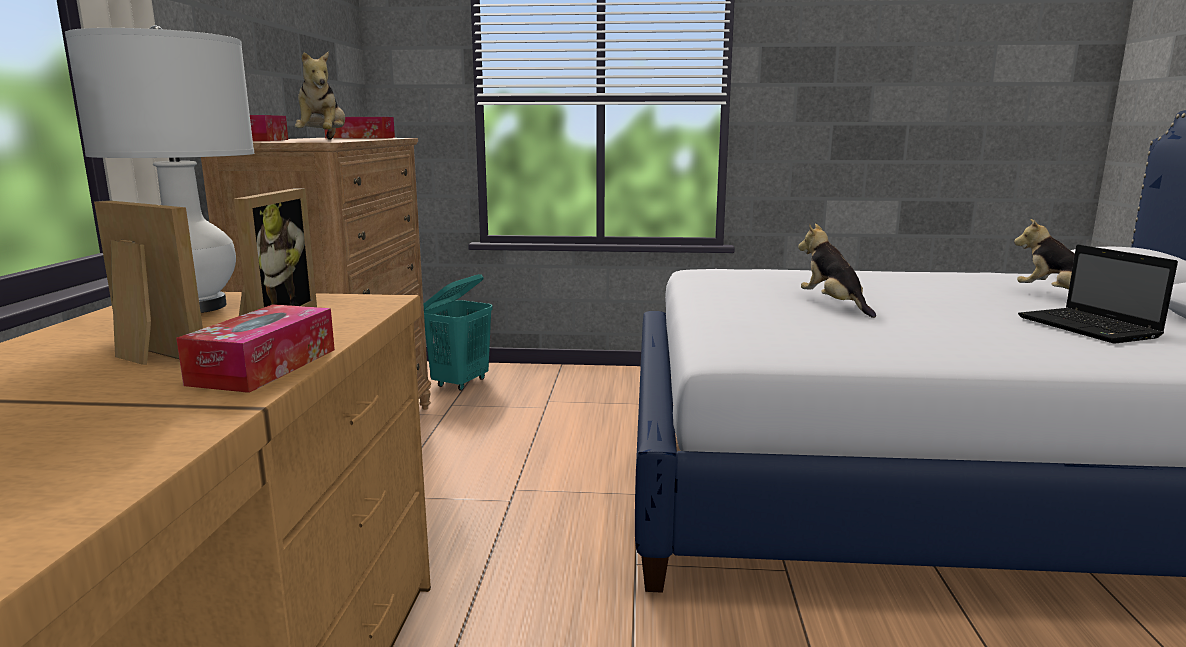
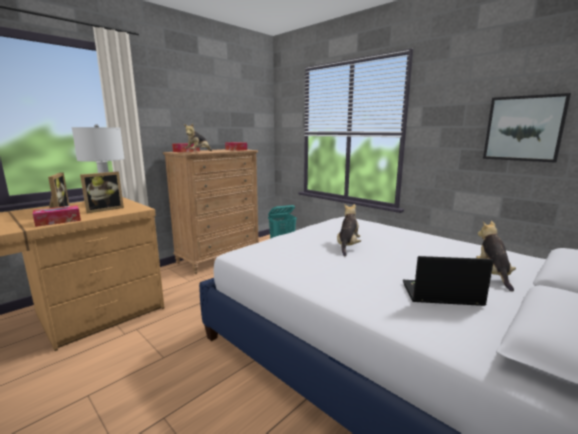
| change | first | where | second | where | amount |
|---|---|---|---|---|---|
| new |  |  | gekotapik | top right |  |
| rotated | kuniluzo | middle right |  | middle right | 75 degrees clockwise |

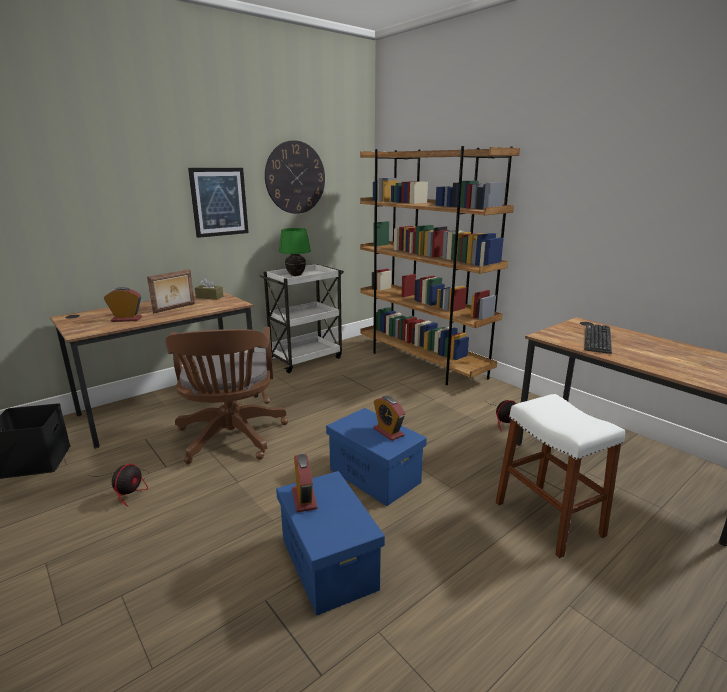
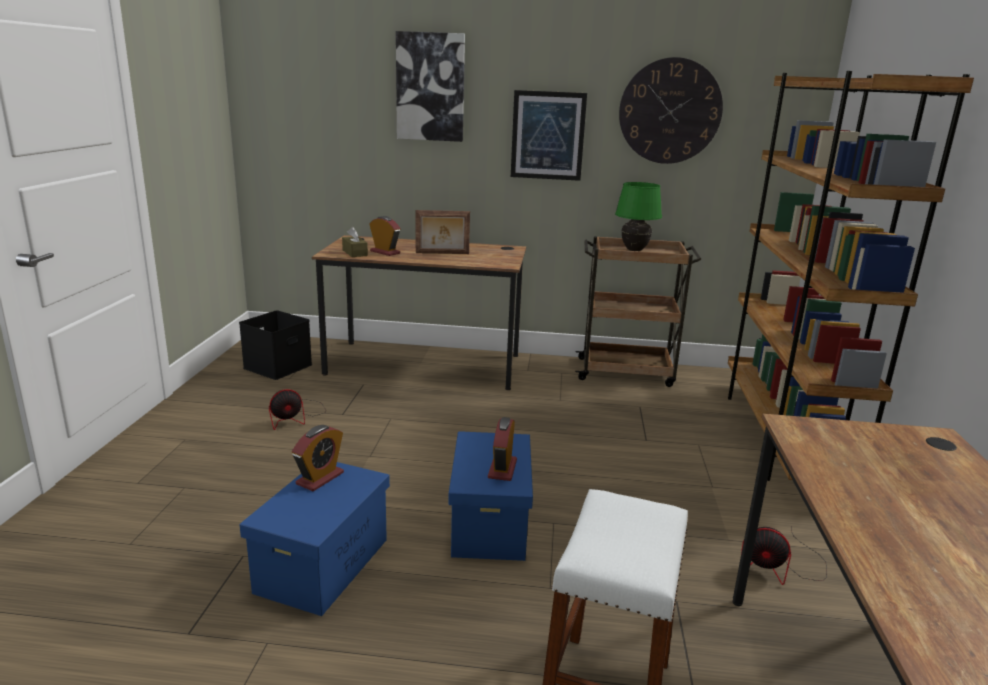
| change | first | where | second | where | amount |
|---|---|---|---|---|---|
| gone | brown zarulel | middle left |  |  |  |
| gone | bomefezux | middle right |  |  |  |
| new |  |  | gekotapik (no. 1 from left) | top centre |  |
| shifted | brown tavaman | middle left |  | centre |  |
| repainted | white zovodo | centre | brown zovodo | centre |  |

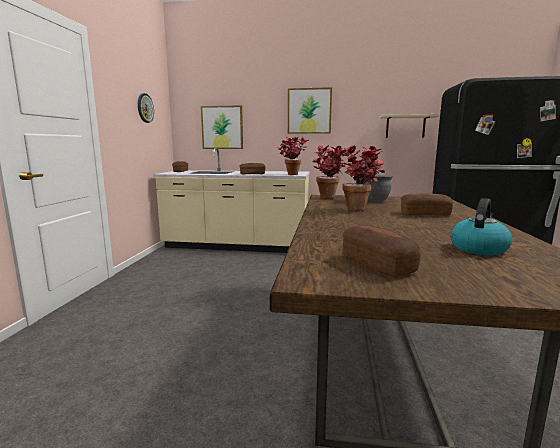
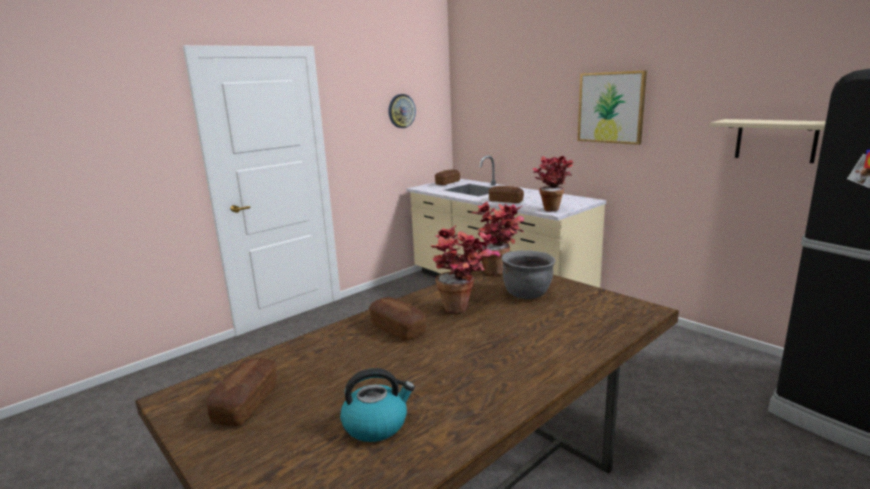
| change | first | where | second | where | amount |
|---|---|---|---|---|---|
| gone | gekotapik (no. 1 from left) | top centre |  |  |  |
| shifted | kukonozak (no. 4 from left in the first image) | middle right | kukonozak (no. 2 from left) | centre |  |

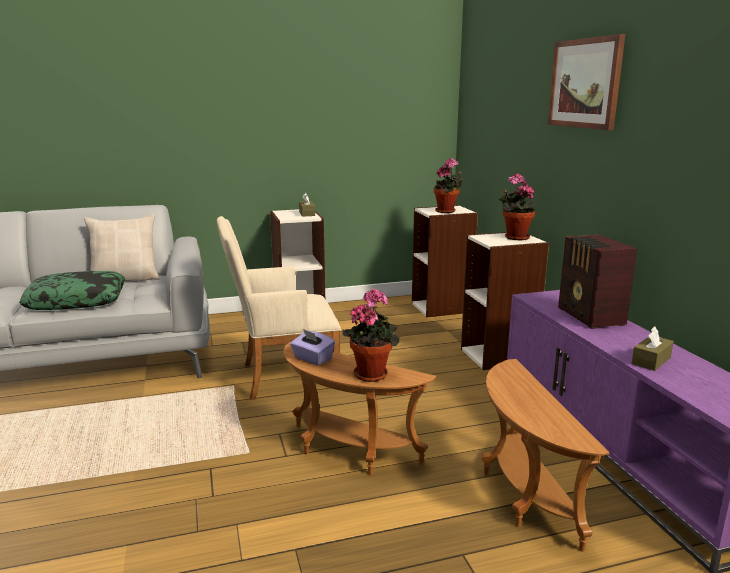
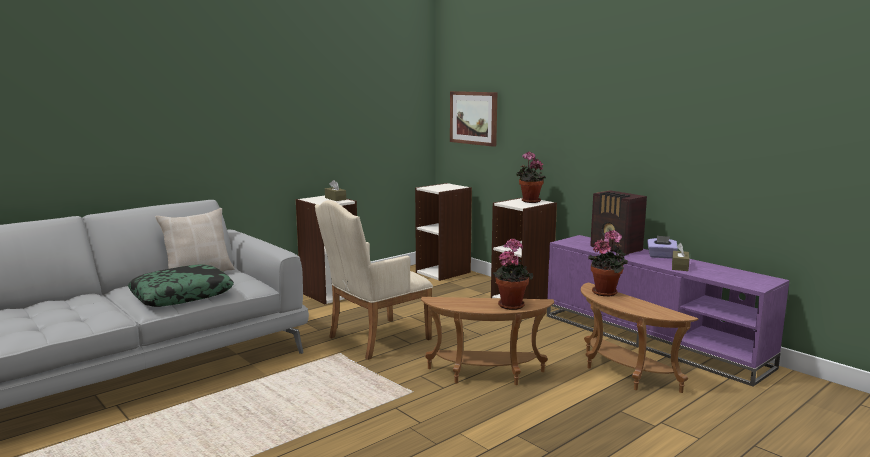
| change | first | where | second | where | amount |
|---|---|---|---|---|---|
| shifted | purple tavaman | centre |  | middle right |  |
| shifted | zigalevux (no. 2 from left in the first image) | top centre | zigalevux (no. 3 from left) | middle right |  |
| shifted | gekotapik | top right |  | top centre |  |

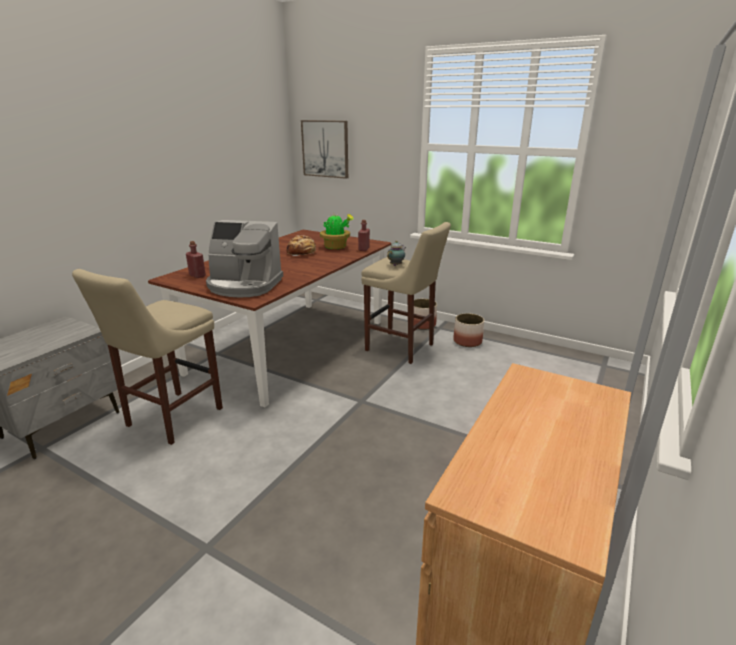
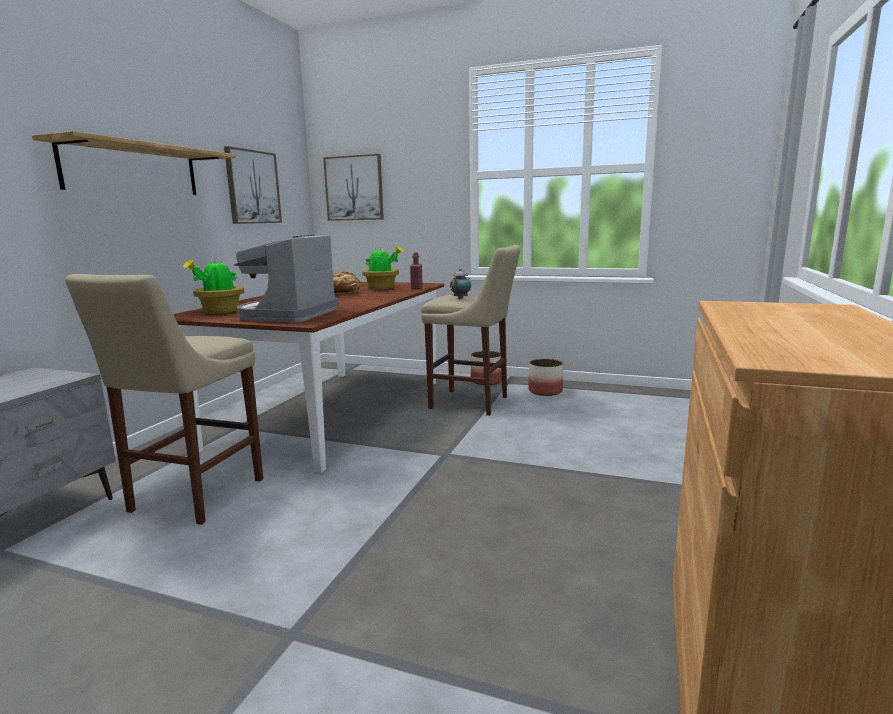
| change | first | where | second | where | amount |
|---|---|---|---|---|---|
| new |  |  | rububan | top left |  |
| new |  |  | gekotapik (no. 1 from left) | top left |  |
| swapped | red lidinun (no. 1 from left) | middle left | zigalevux (no. 1 from left) | middle left |  |
| rotated | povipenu | middle left |  | middle left | 105 degrees clockwise |

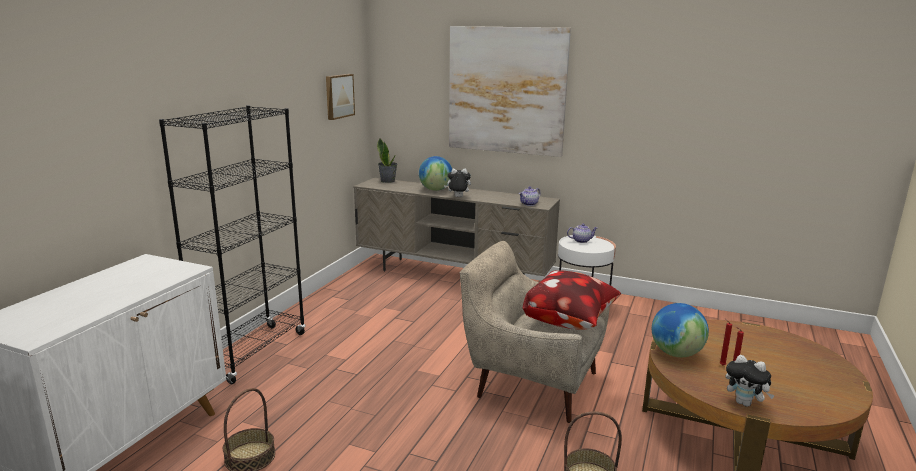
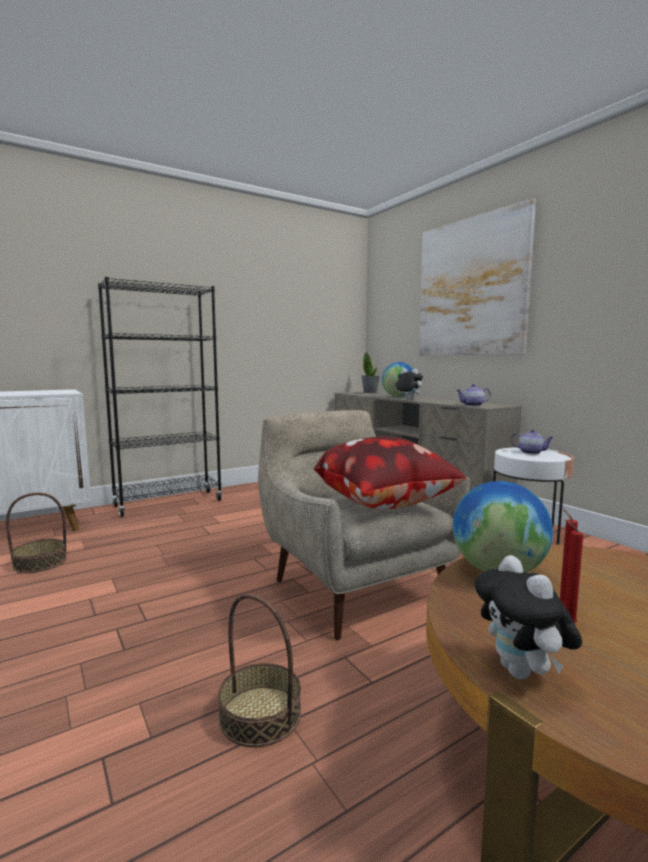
| change | first | where | second | where | amount |
|---|---|---|---|---|---|
| gone | gekotapik (no. 1 from left) | top centre |  |  |  |

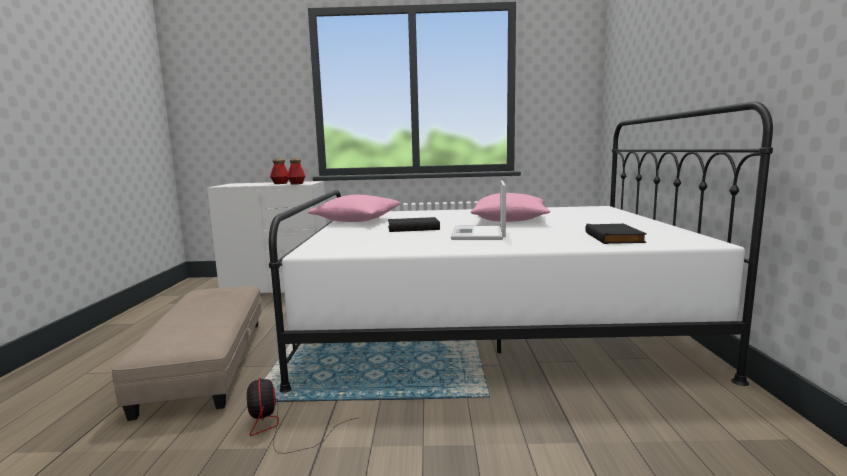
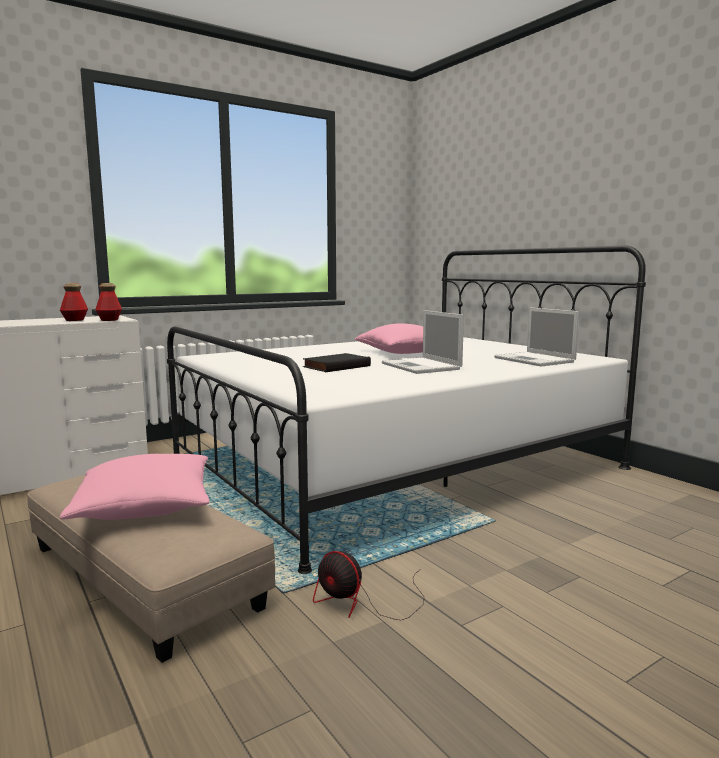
| change | first | where | second | where | amount |
|---|---|---|---|---|---|
| shifted | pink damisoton (no. 1 from left) | centre |  | middle left |  |
| swapped | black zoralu (no. 2 from left) | middle right | kuniluzo (no. 2 from left) | middle right |  |

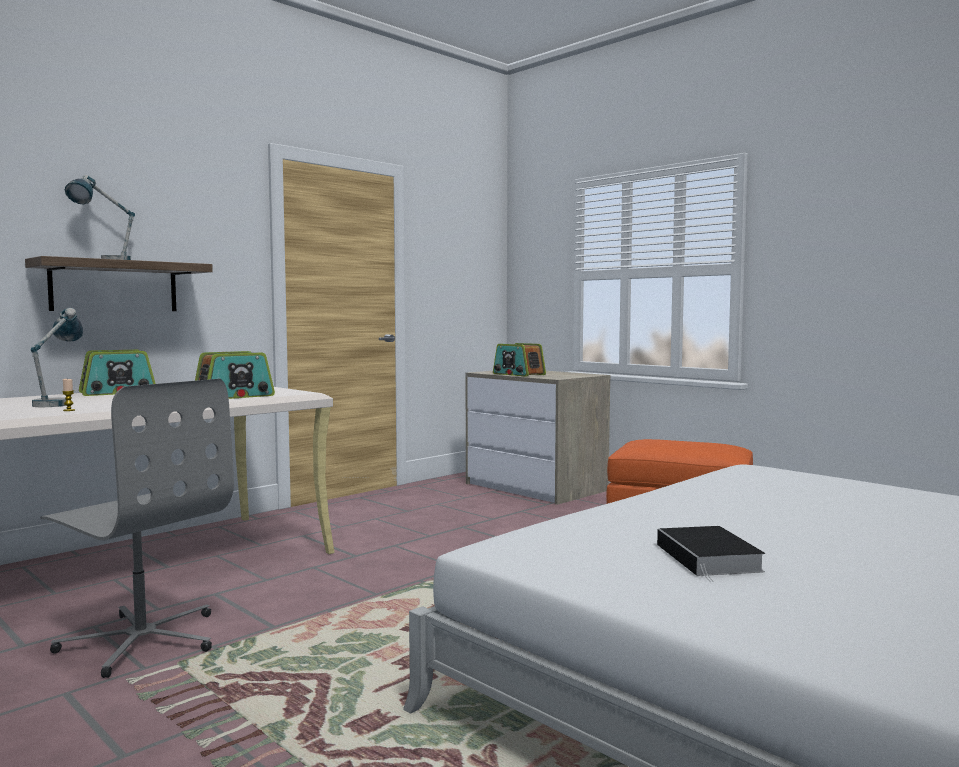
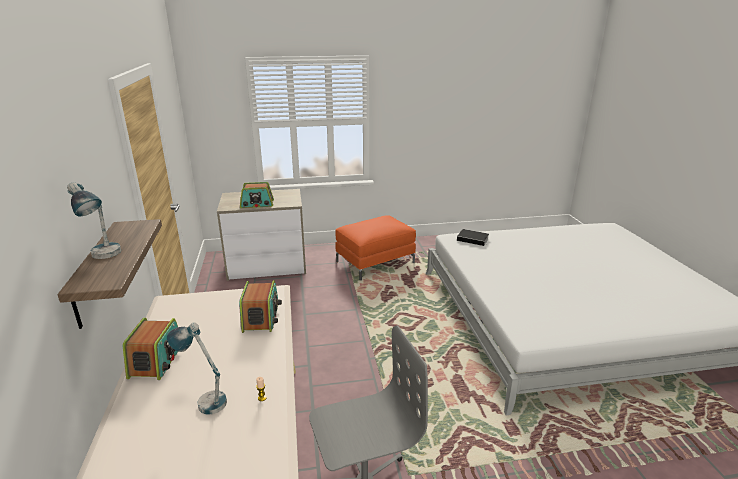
| change | first | where | second | where | amount |
|---|---|---|---|---|---|
| shifted | zoralu | bottom right |  | centre |  |

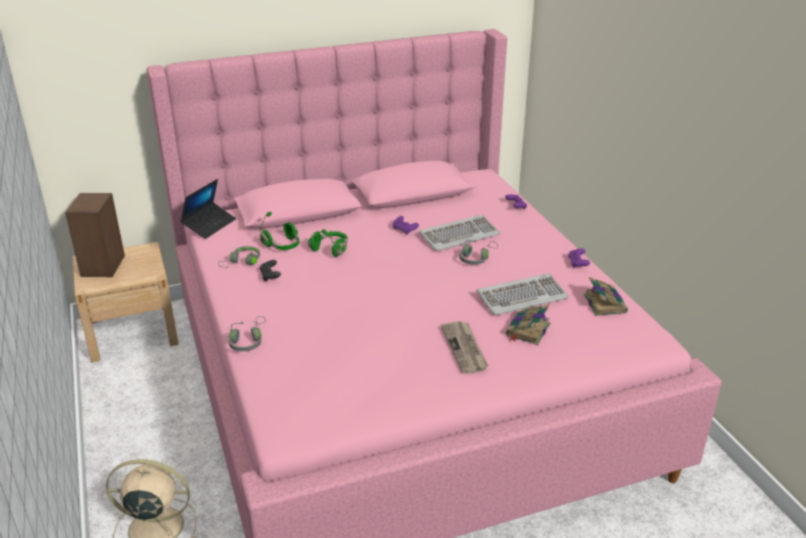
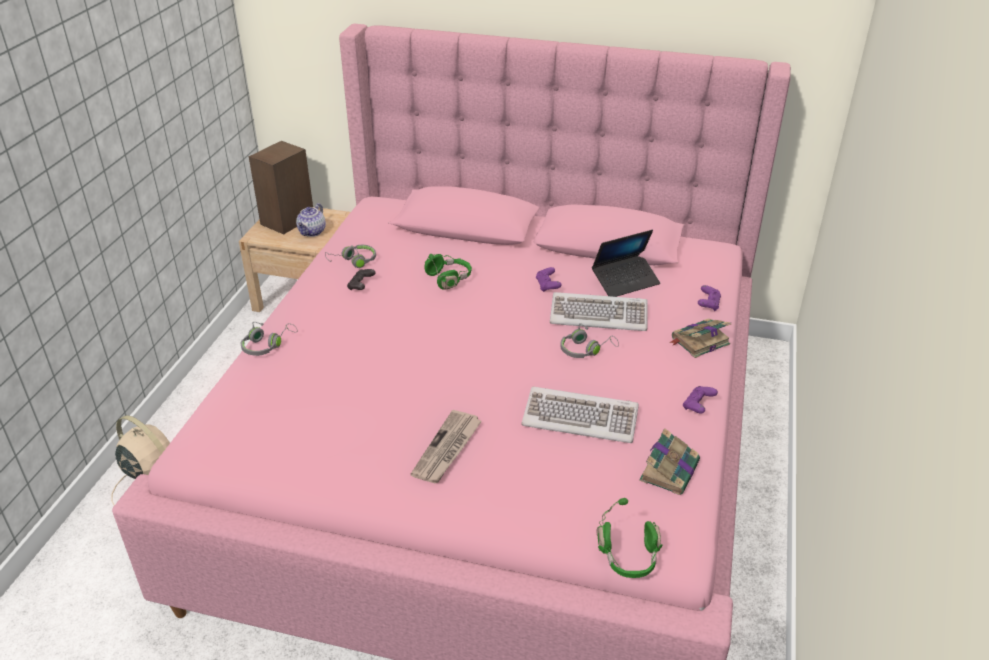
| change | first | where | second | where | amount |
|---|---|---|---|---|---|
| new |  |  | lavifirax | middle left |  |
| shifted | kuniluzo | middle left |  | centre |  |
| shifted | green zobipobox (no. 1 from left in the first image) | centre | green zobipobox (no. 2 from left) | bottom centre |  |
| shifted | zoralu (no. 1 from left in the first image) | centre | zoralu (no. 2 from left) | middle right |  |

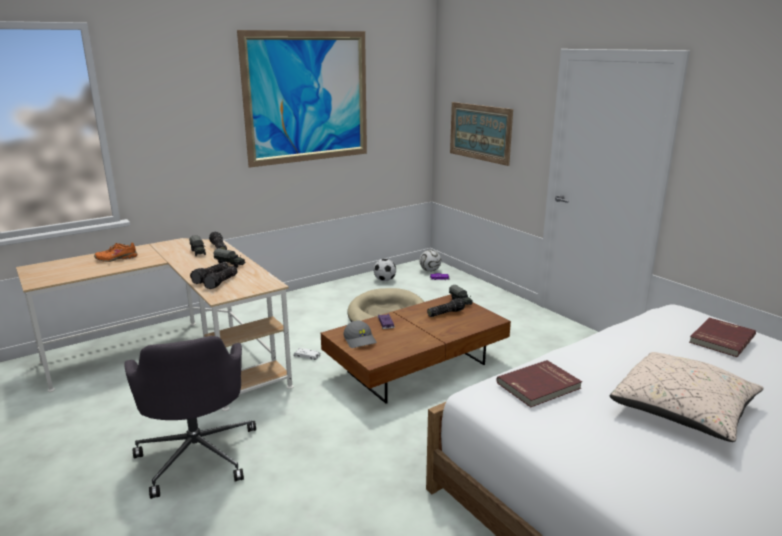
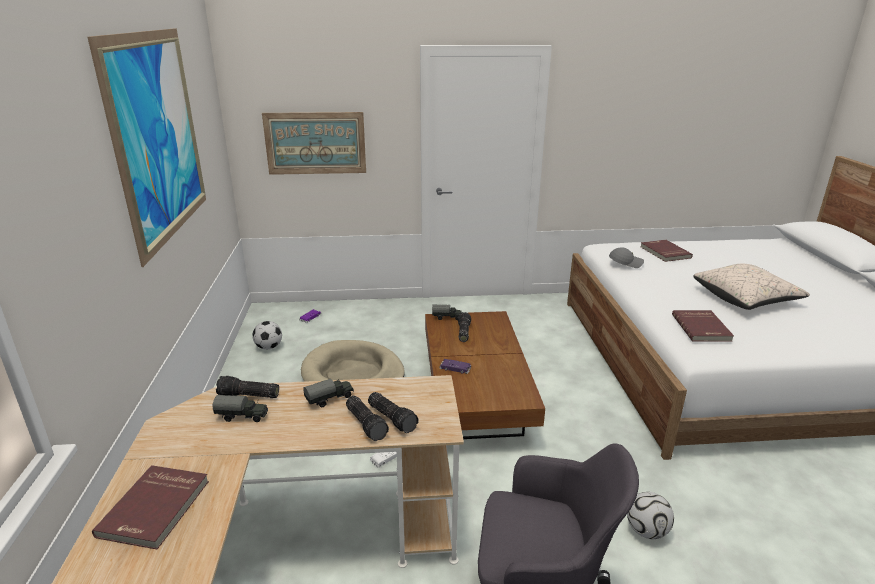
| change | first | where | second | where | amount |
|---|---|---|---|---|---|
| shifted | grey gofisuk | centre |  | middle right |  |
| shifted | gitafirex (no. 2 from left) | centre |  | bottom right |  |
| swapped | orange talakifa | middle left | red zoralu (no. 1 from left) | bottom left |  |

